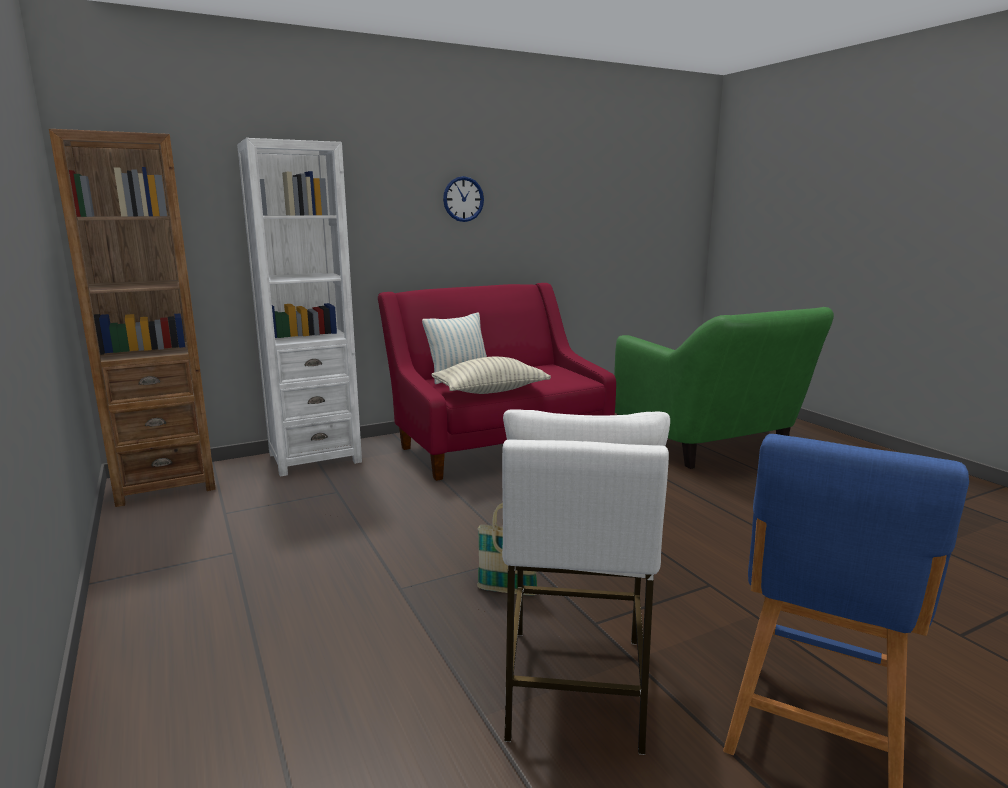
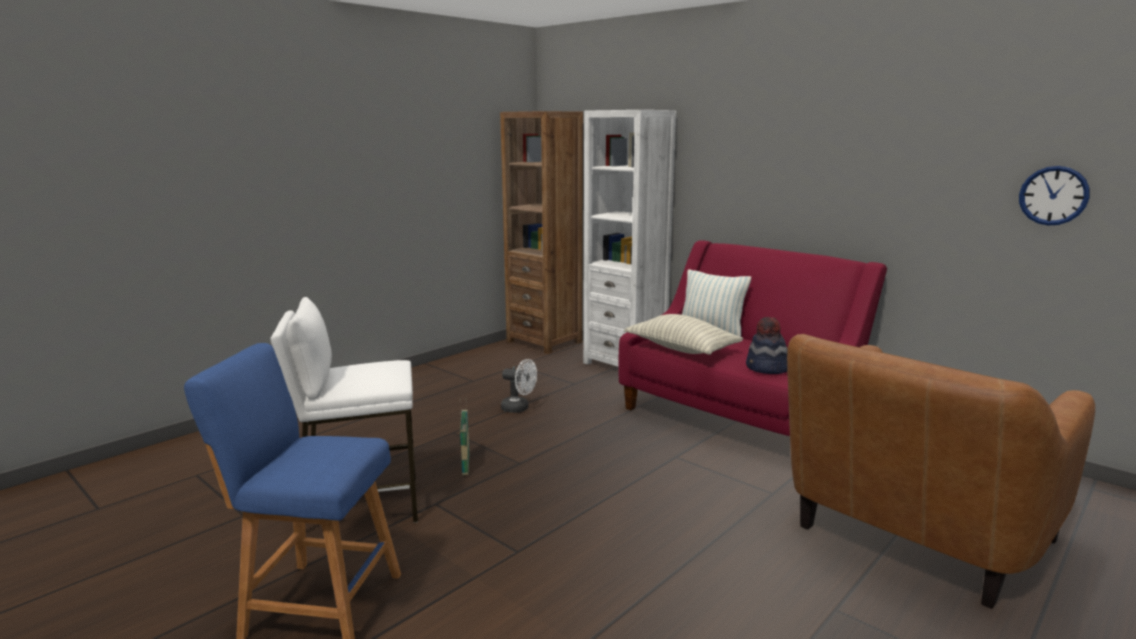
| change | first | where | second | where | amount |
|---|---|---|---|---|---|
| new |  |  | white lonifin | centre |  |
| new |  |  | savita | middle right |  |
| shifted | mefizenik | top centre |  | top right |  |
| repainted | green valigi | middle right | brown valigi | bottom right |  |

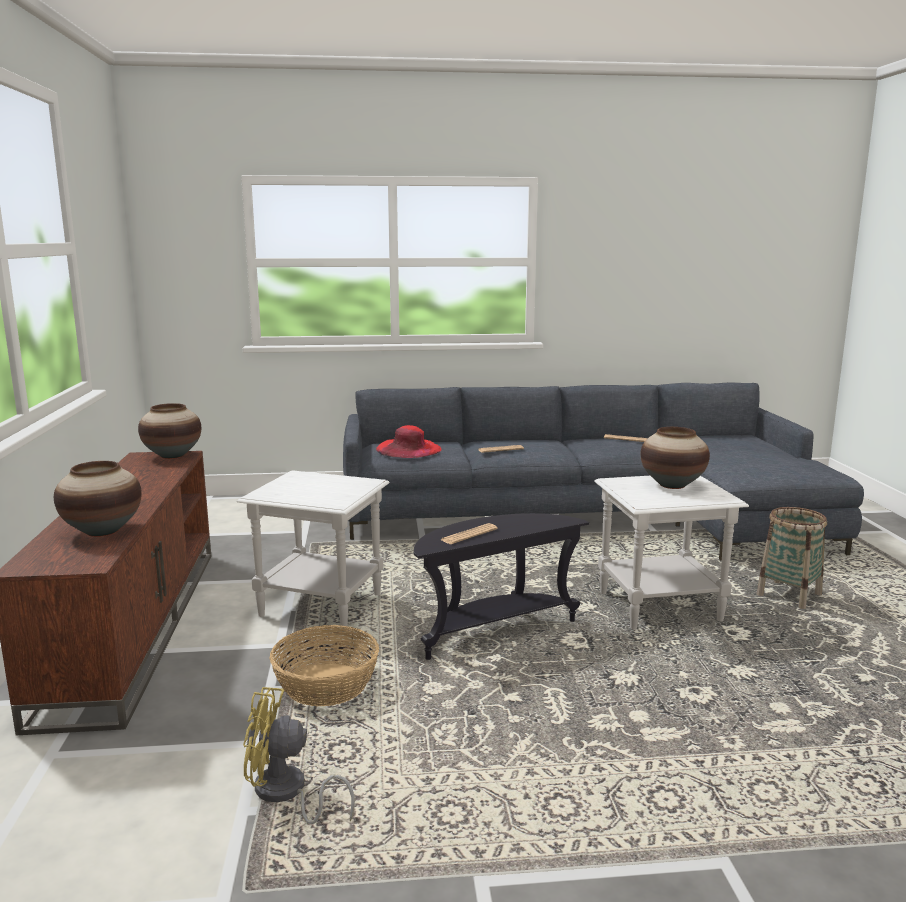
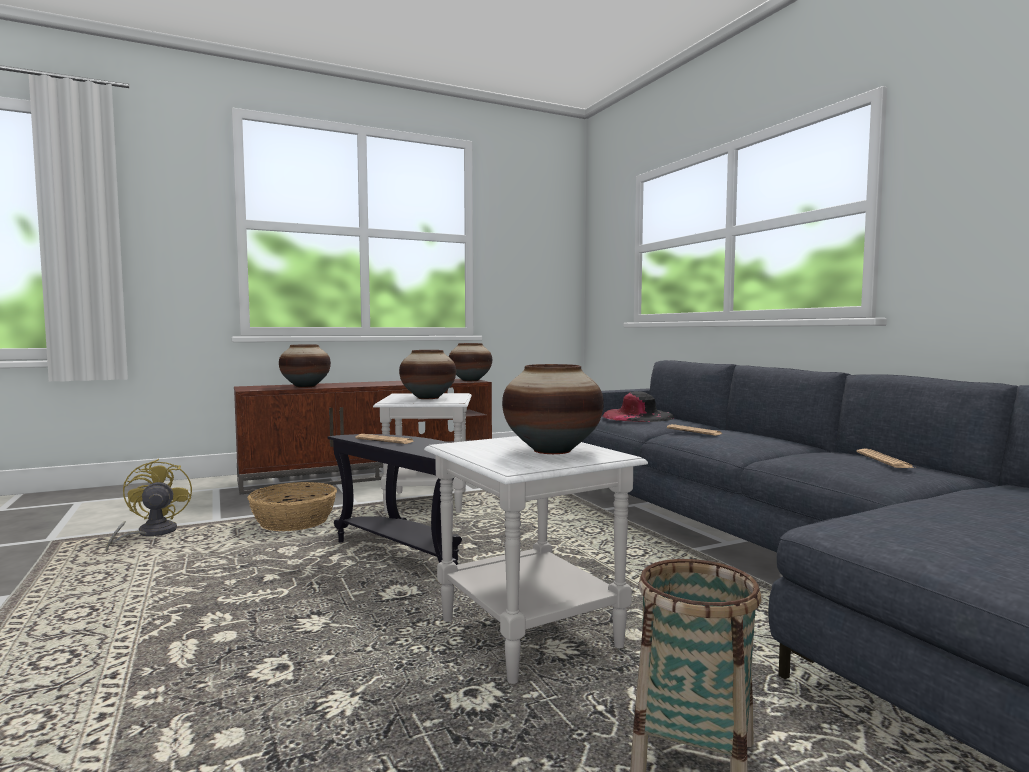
| change | first | where | second | where | amount |
|---|---|---|---|---|---|
| new |  |  | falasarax (no. 2 from left) | centre |  |
| repainted | red savita | centre | black savita | centre |  |

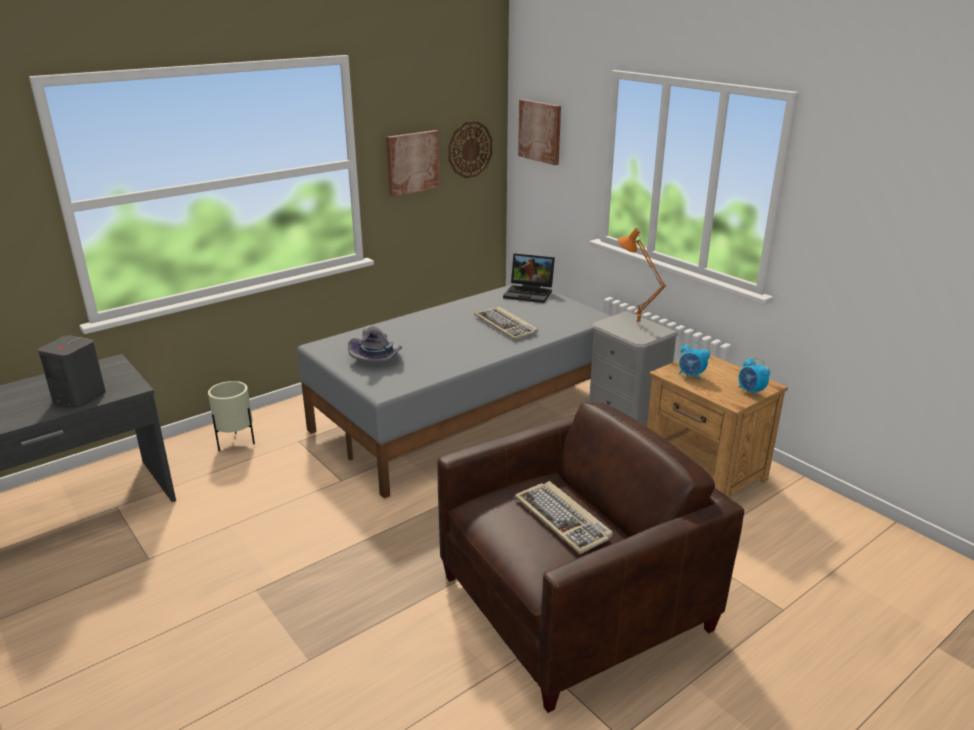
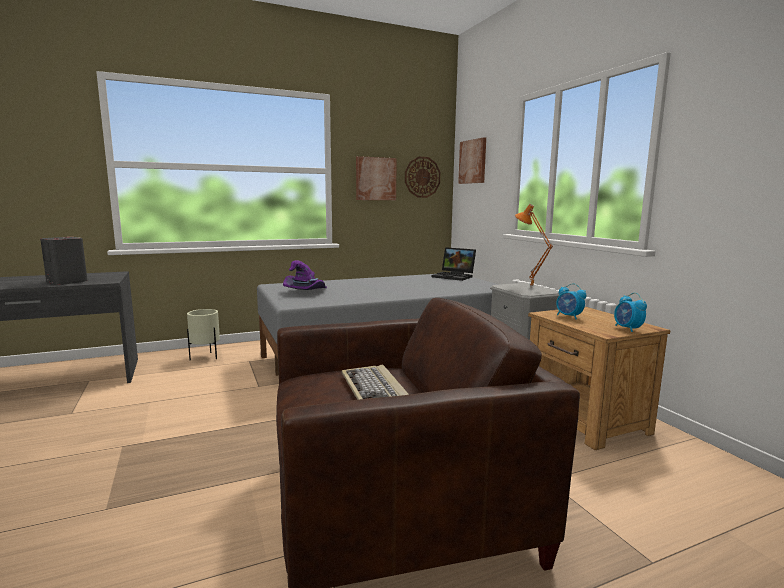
| change | first | where | second | where | amount |
|---|---|---|---|---|---|
| gone | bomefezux (no. 1 from left) | centre |  |  |  |
| repainted | grey savita | centre | purple savita | centre |  |

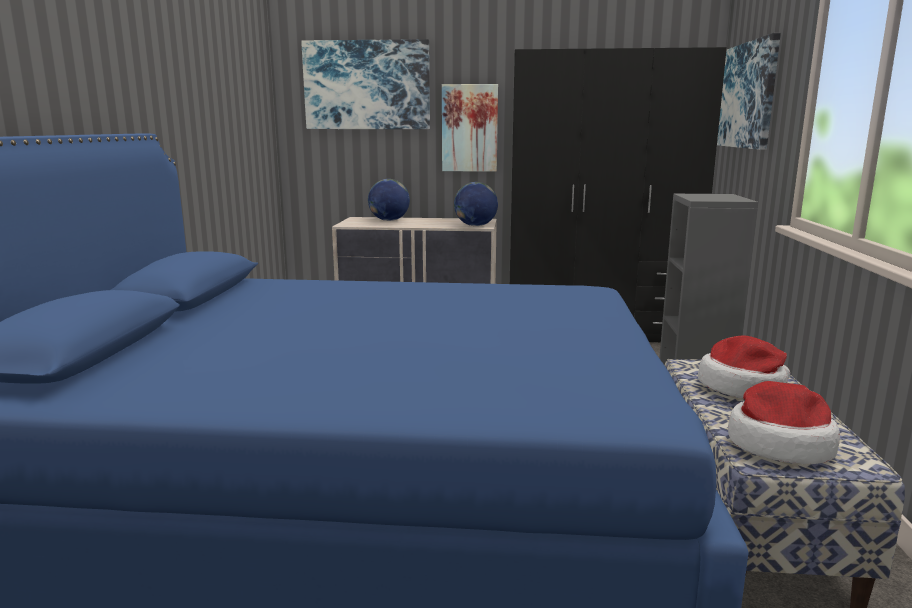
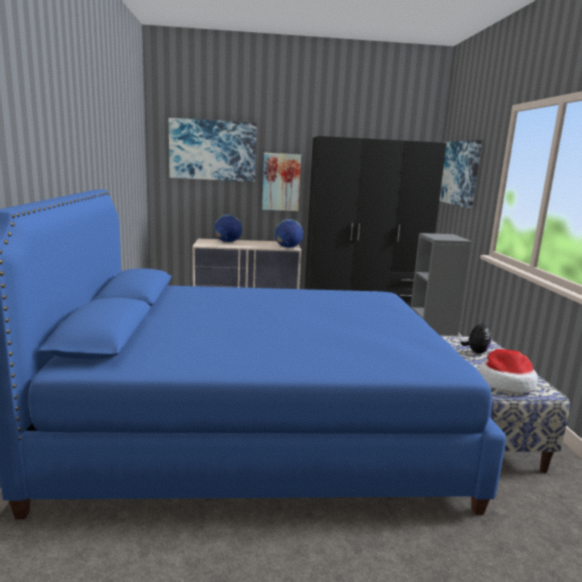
| change | first | where | second | where | amount |
|---|---|---|---|---|---|
| swapped | savita (no. 1 from left) | middle right | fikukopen | middle right |  |

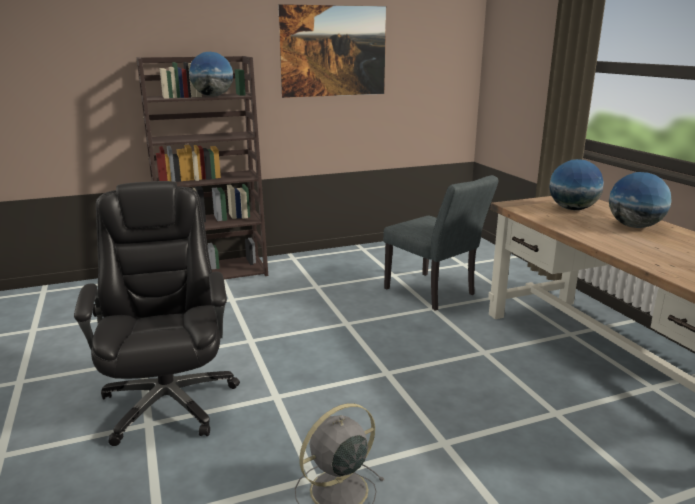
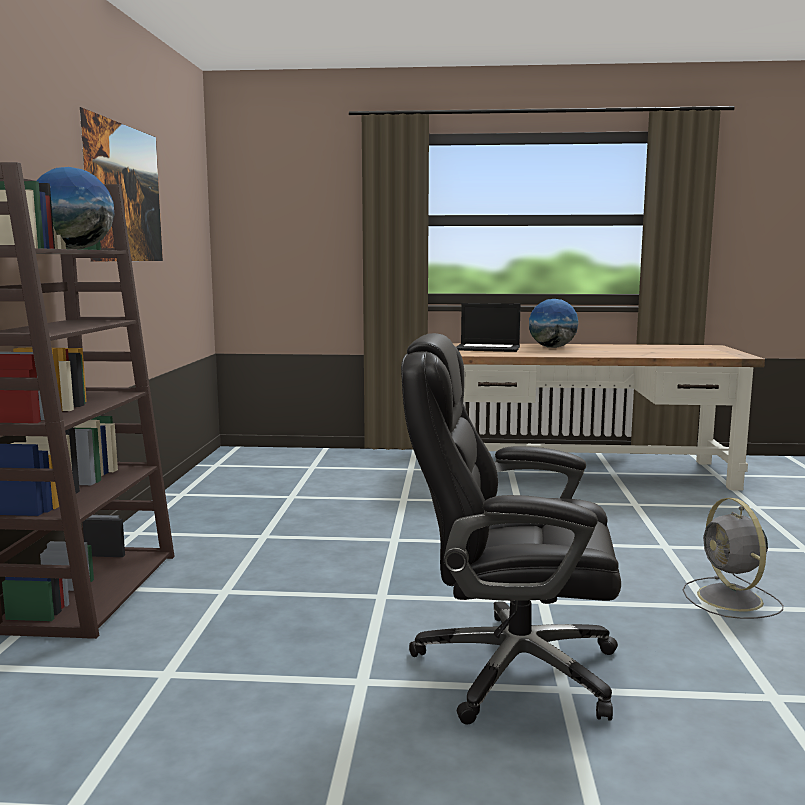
| change | first | where | second | where | amount |
|---|---|---|---|---|---|
| gone | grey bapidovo | centre |  |  |  |
| swapped | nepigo (no. 2 from left) | middle right | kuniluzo | centre |  |

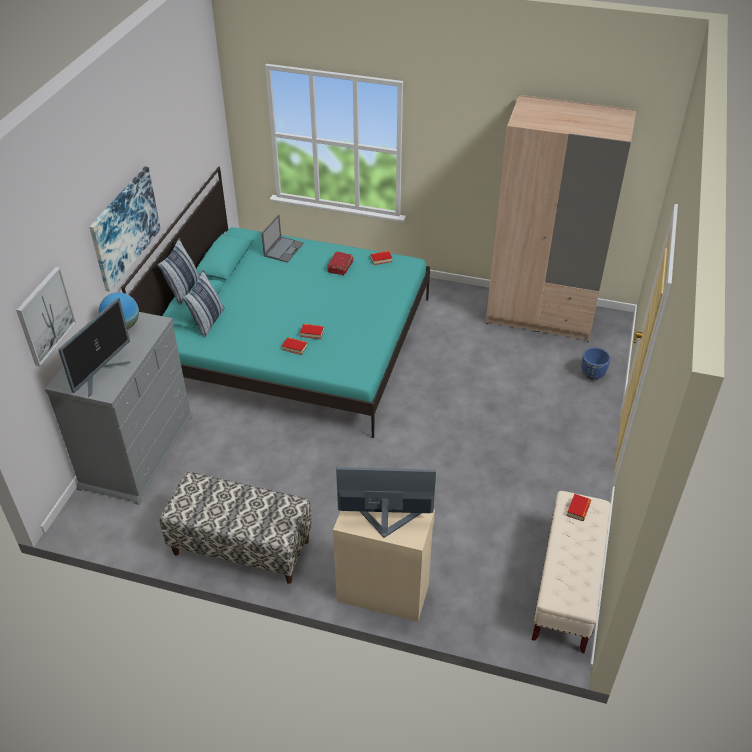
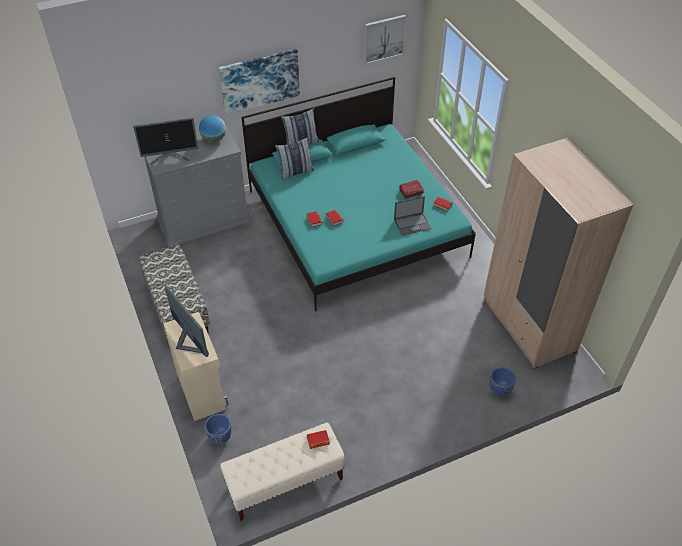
| change | first | where | second | where | amount |
|---|---|---|---|---|---|
| new |  |  | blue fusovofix (no. 1 from left) | bottom left |  |
| shifted | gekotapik (no. 1 from left in the first image) | middle left | gekotapik (no. 2 from left) | top centre |  |
| shifted | kuniluzo | top centre |  | centre |  |

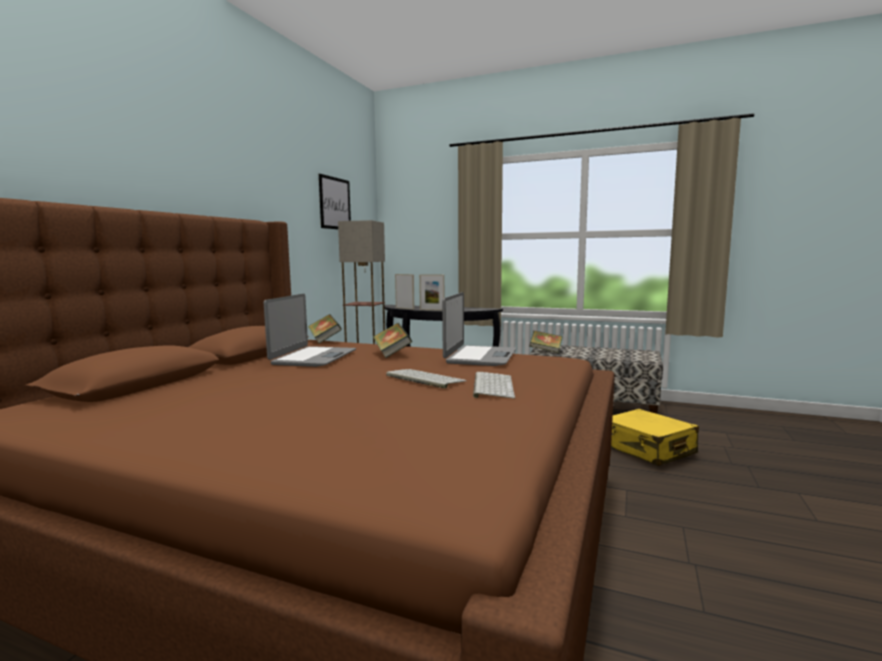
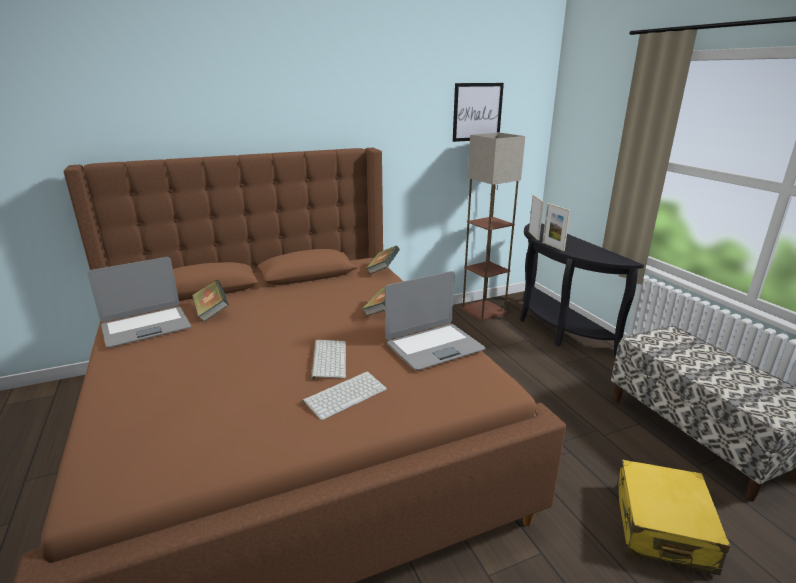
| change | first | where | second | where | amount |
|---|---|---|---|---|---|
| shifted | kuniluzo (no. 1 from left) | centre |  | middle left |  |
| shifted | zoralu (no. 3 from left in the first image) | centre | zoralu (no. 1 from left) | middle left |  |

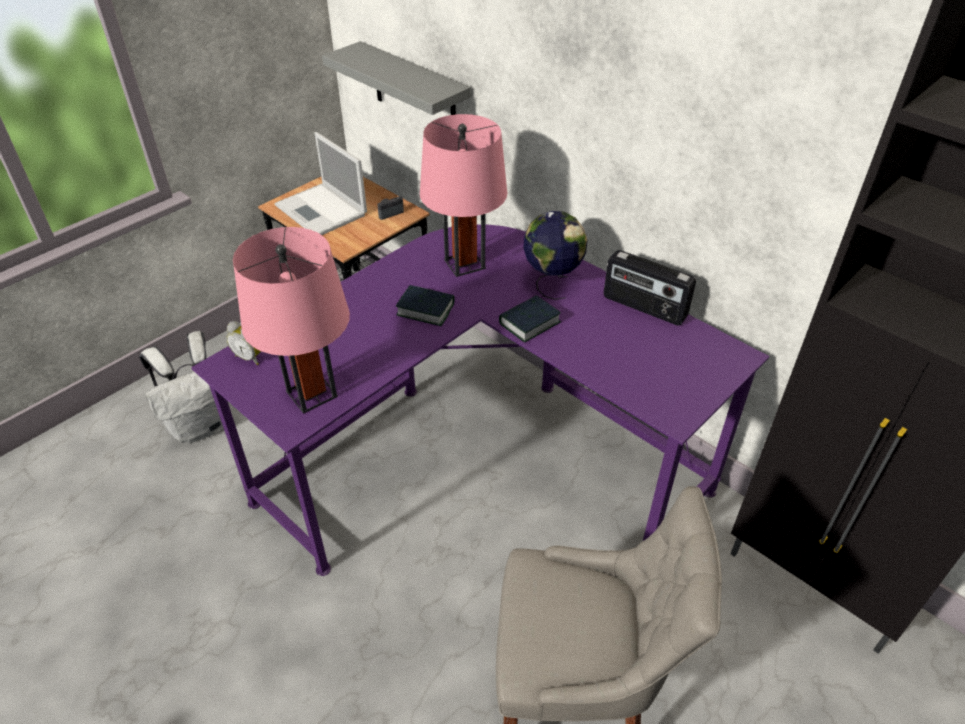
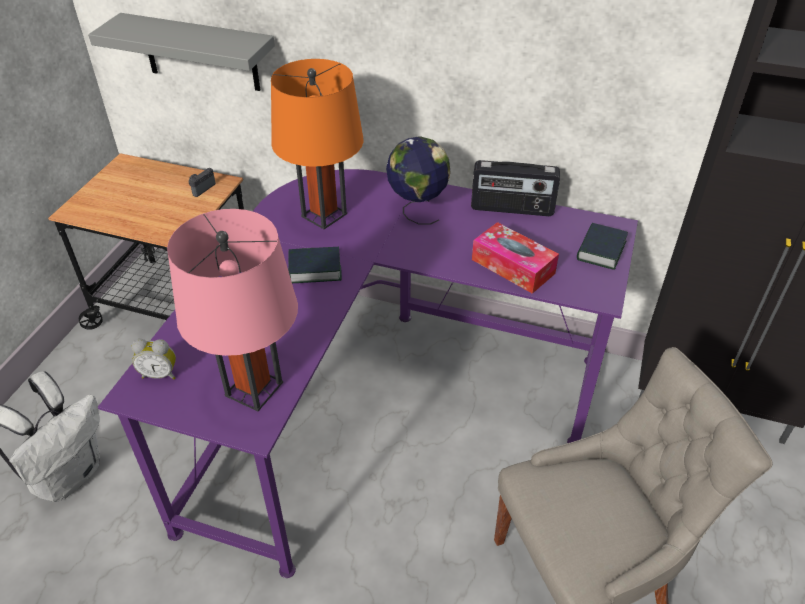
| change | first | where | second | where | amount |
|---|---|---|---|---|---|
| gone | kuniluzo | top left |  |  |  |
| new |  |  | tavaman | centre |  |
| shifted | zoralu (no. 2 from left) | centre |  | middle right |  |
| repainted | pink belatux (no. 2 from left) | top centre | orange belatux | top centre |  |

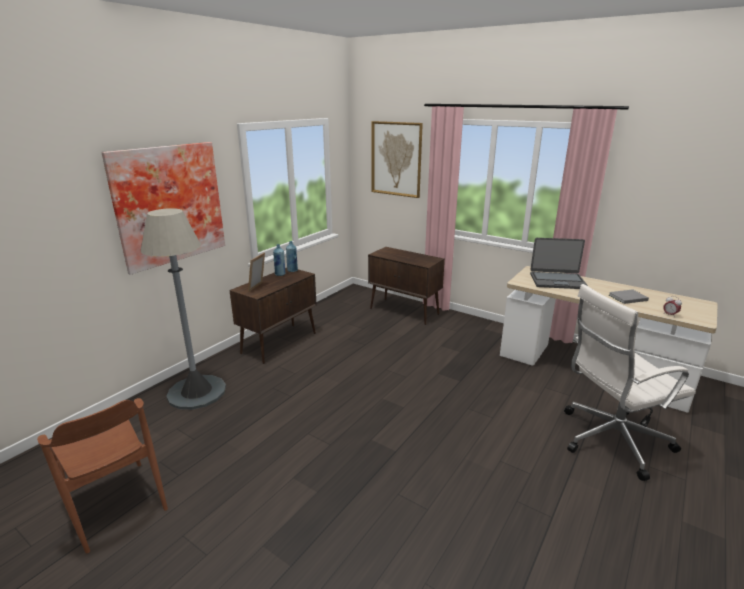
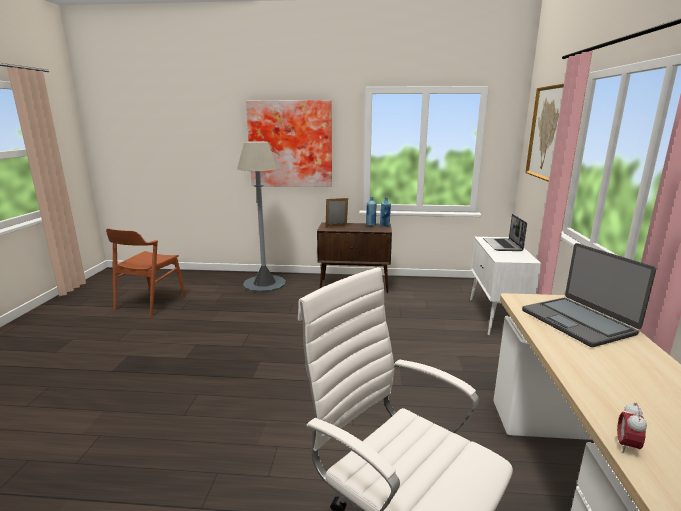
| change | first | where | second | where | amount |
|---|---|---|---|---|---|
| gone | grey zoralu | middle right |  |  |  |
| new |  |  | kuniluzo (no. 1 from left) | middle right |  |
| repainted | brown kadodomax (no. 2 from left) | centre | white kadodomax | middle right |  |

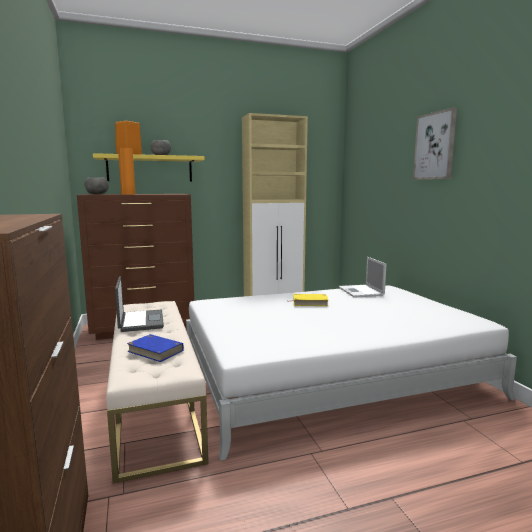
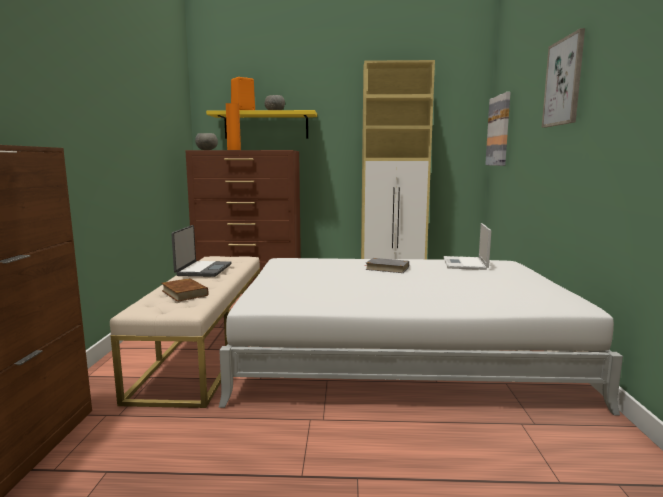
| change | first | where | second | where | amount |
|---|---|---|---|---|---|
| new |  |  | gekotapik (no. 1 from left) | top right |  |
| repainted | blue zoralu | middle left | brown zoralu | middle left |  |
| repainted | yellow zoralu | centre | grey zoralu | centre |  |

